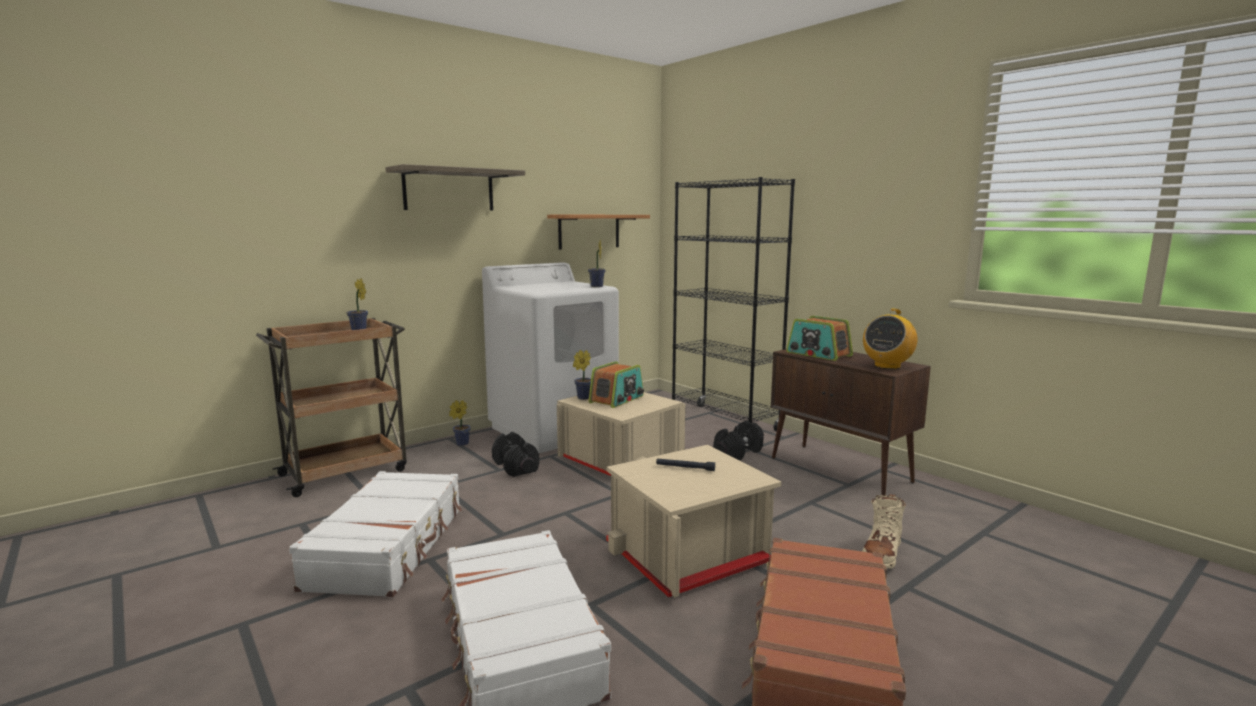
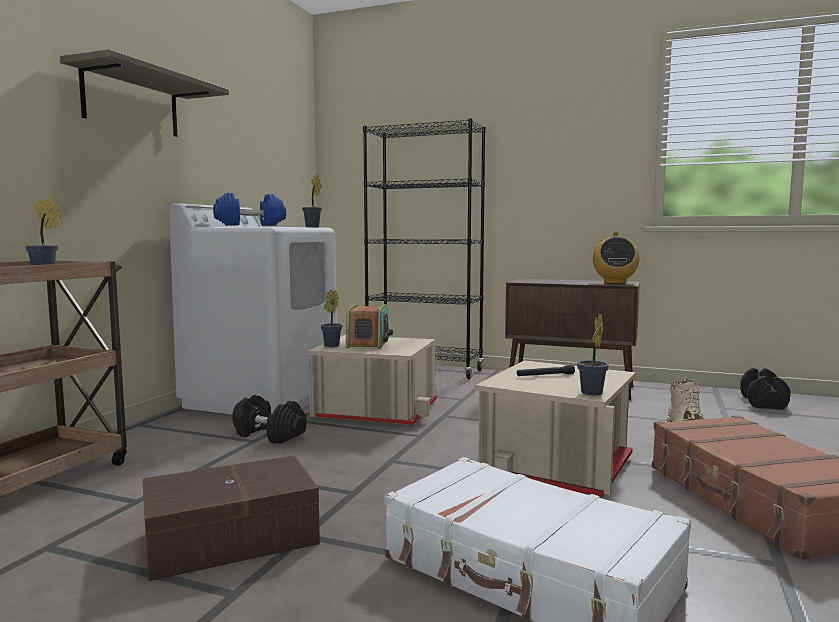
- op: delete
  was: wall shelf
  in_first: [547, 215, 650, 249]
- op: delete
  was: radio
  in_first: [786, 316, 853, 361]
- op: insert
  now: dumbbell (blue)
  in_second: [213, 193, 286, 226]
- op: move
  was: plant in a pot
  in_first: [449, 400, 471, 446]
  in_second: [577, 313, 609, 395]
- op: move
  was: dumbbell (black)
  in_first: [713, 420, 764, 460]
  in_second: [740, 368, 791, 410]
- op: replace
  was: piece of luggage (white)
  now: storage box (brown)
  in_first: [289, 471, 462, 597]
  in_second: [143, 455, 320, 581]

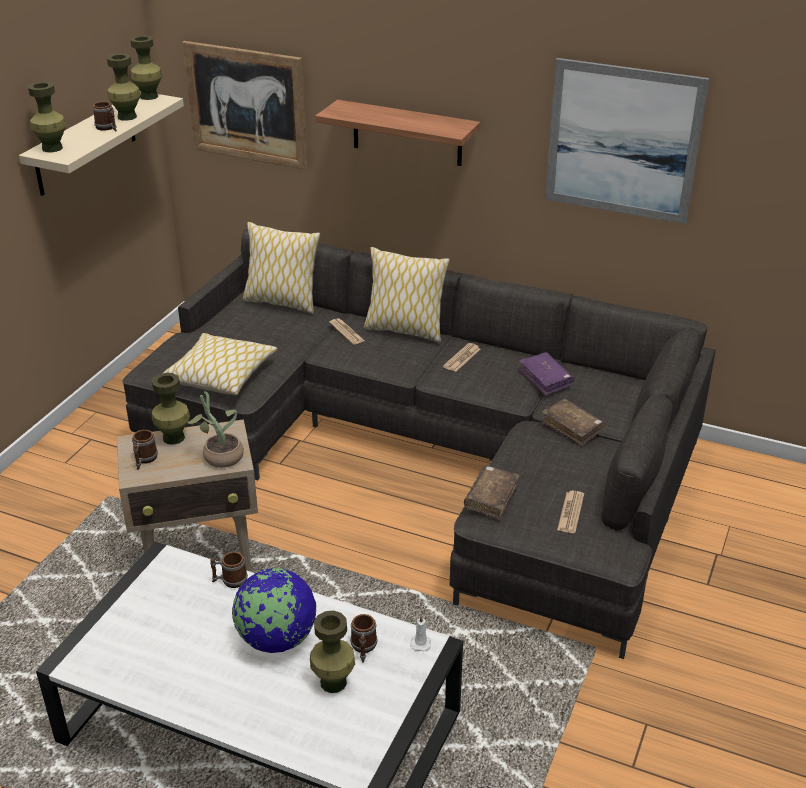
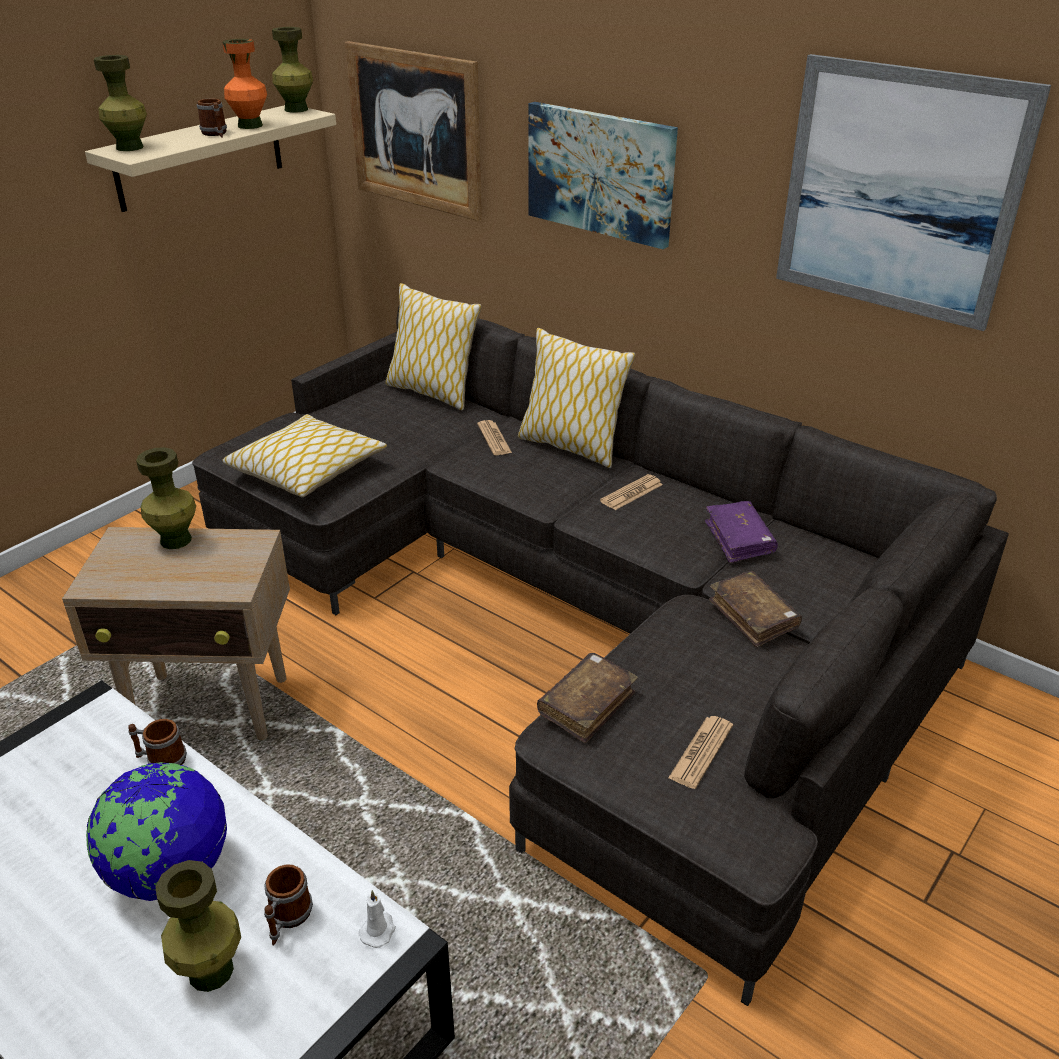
- op: delete
  was: tea mug
  in_first: [132, 430, 158, 470]
- op: delete
  was: plant in a pot
  in_first: [187, 391, 244, 468]
- op: replace
  was: wall shelf
  now: wall picture
  in_first: [315, 100, 480, 166]
  in_second: [528, 102, 678, 249]
- op: recolor
  was: flower vase (green)
  now: flower vase (orange)
  in_first: [107, 54, 141, 121]
  in_second: [222, 39, 267, 129]

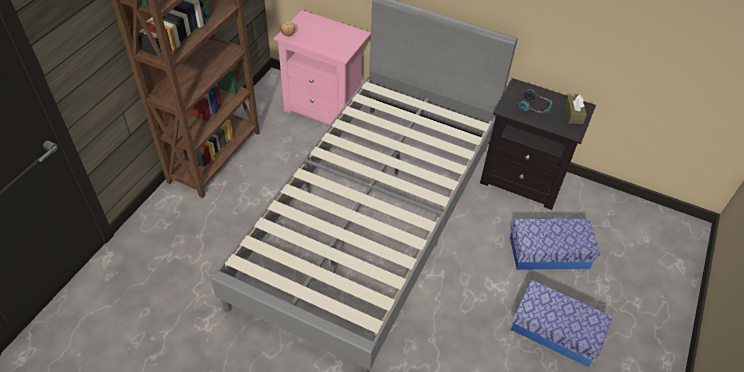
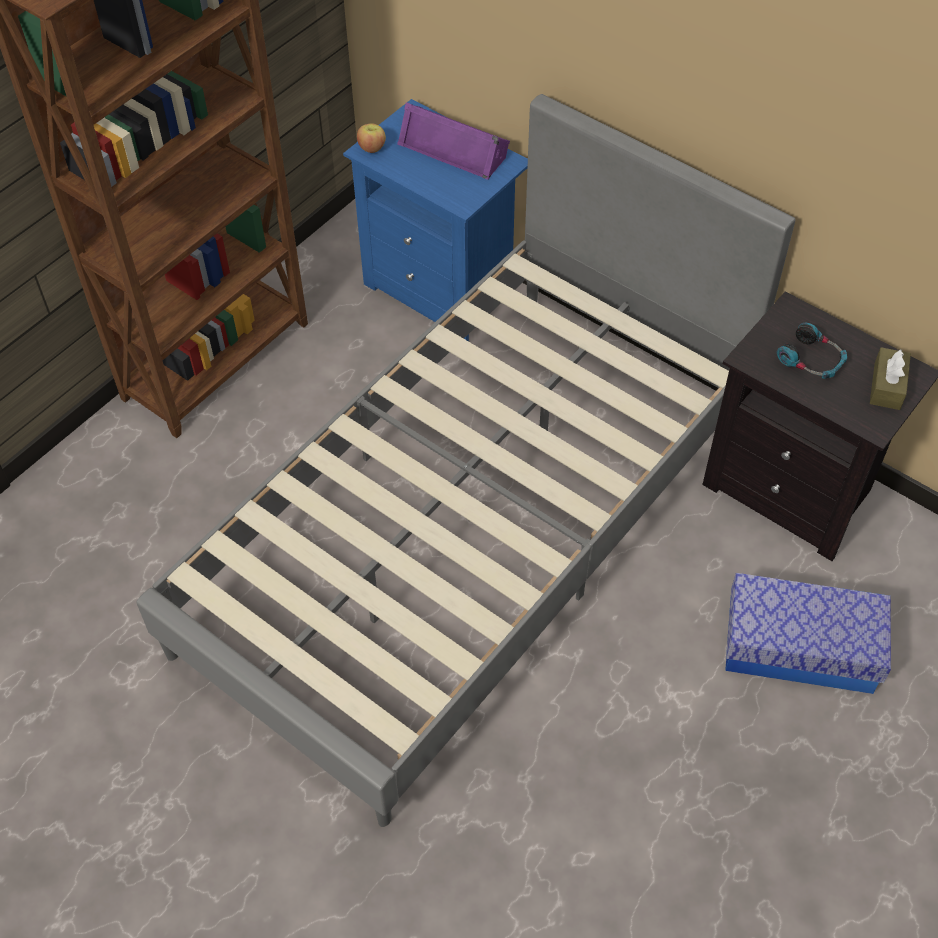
- op: delete
  was: storage box
  in_first: [511, 280, 612, 367]
- op: insert
  now: speaker (purple-coloured)
  in_second: [397, 102, 510, 180]
- op: recolor
  was: bedside table (pink)
  now: bedside table (blue)
  in_first: [274, 10, 371, 133]
  in_second: [343, 99, 528, 341]

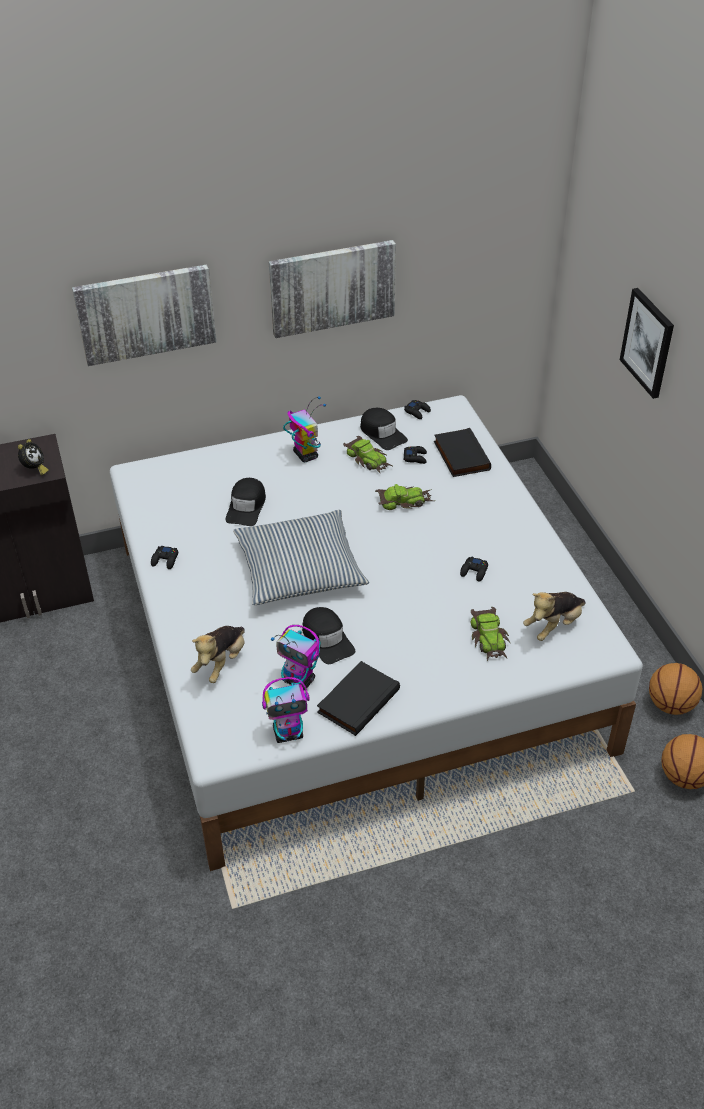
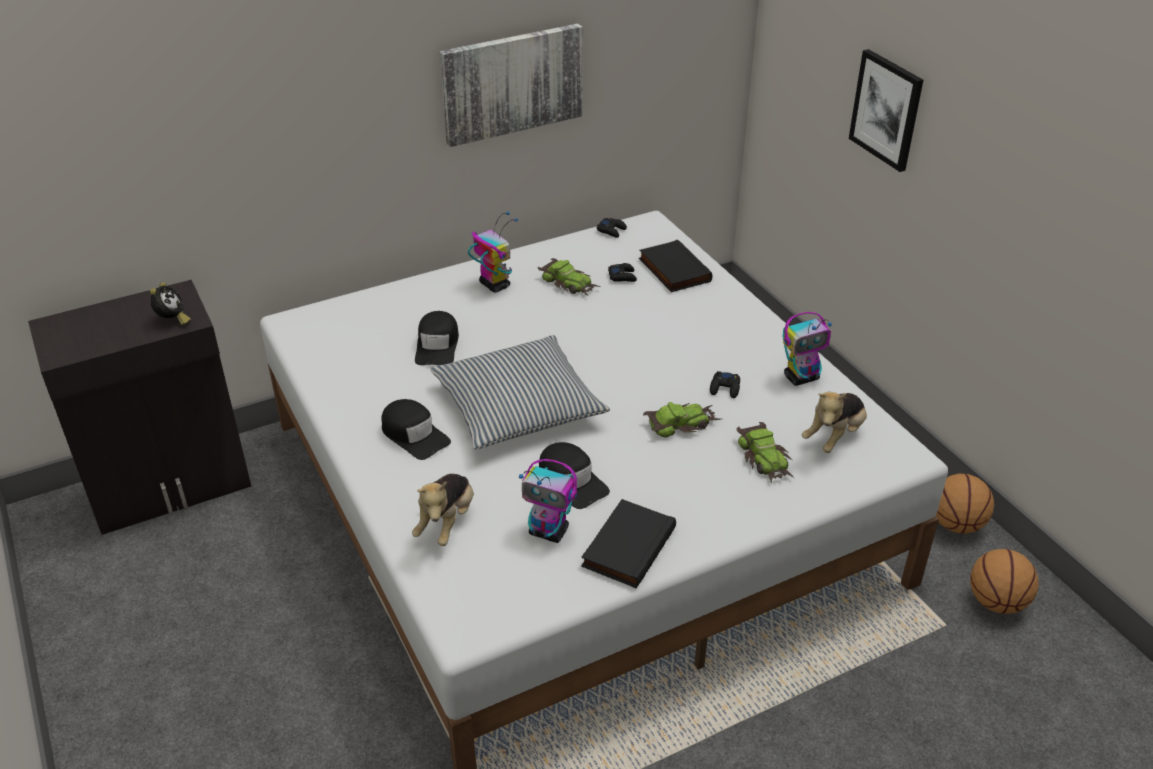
- op: delete
  was: wall picture
  in_first: [72, 264, 217, 366]
- op: delete
  was: game controller (black)
  in_first: [151, 546, 178, 569]
- op: move
  was: model robot
  in_first: [262, 677, 310, 743]
  in_second: [782, 312, 832, 386]
- op: move
  was: cap (black)
  in_first: [360, 408, 408, 450]
  in_second: [381, 399, 451, 460]
- op: move
  was: model car
  in_first: [375, 484, 434, 510]
  in_second: [643, 402, 721, 437]

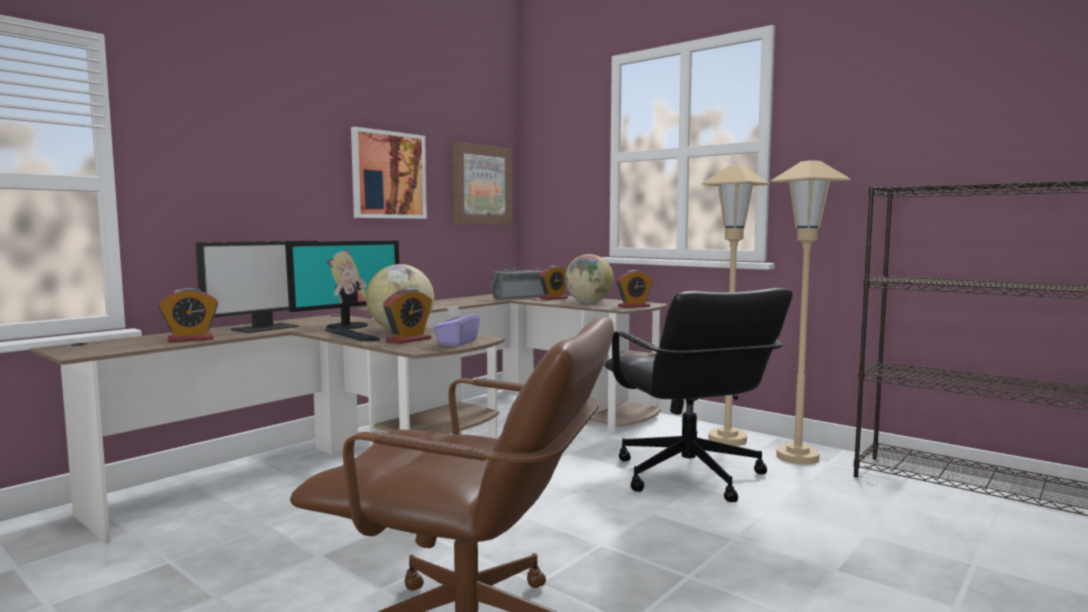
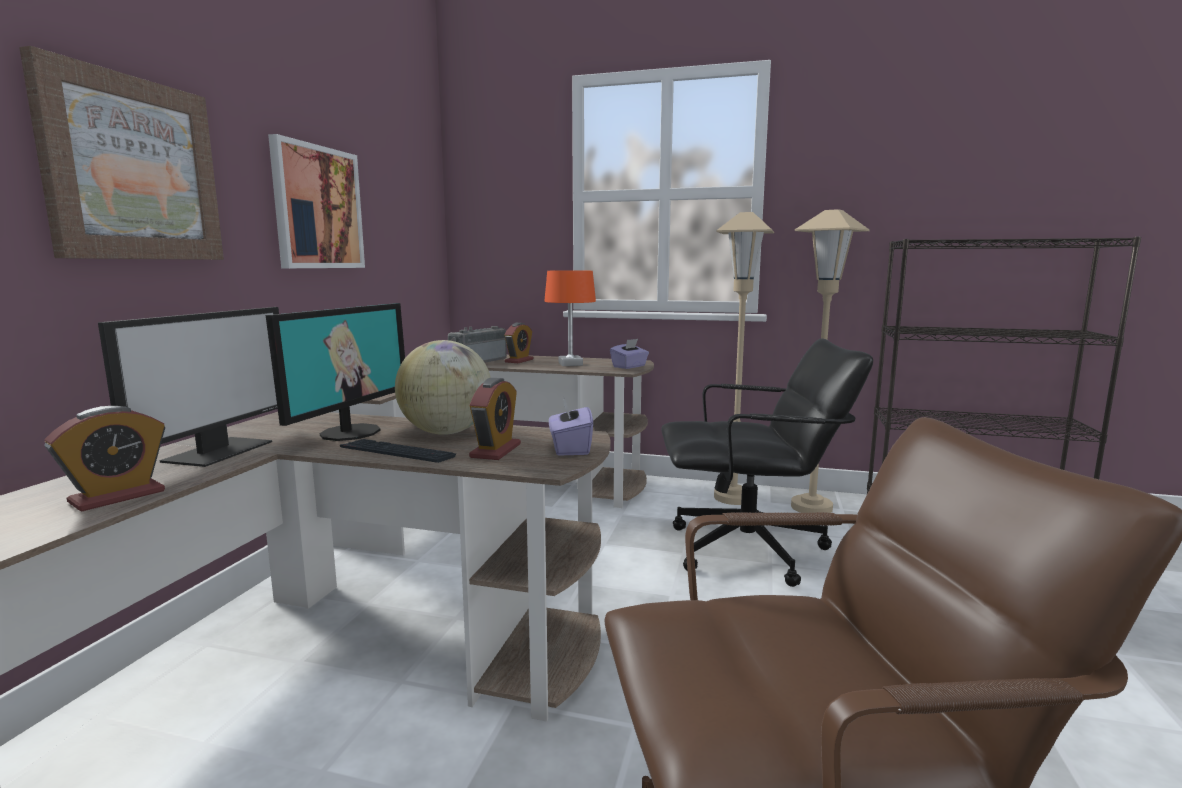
- op: move
  was: wall picture
  in_first: [452, 142, 513, 225]
  in_second: [19, 46, 224, 260]
- op: replace
  was: desk globe
  now: lamp for a table (orange)
  in_first: [565, 254, 614, 303]
  in_second: [544, 270, 596, 366]
- op: replace
  was: alarm clock
  now: tissue holder (purple-coloured)
  in_first: [616, 270, 653, 308]
  in_second: [610, 339, 649, 369]
- op: rotate
  was: computer chair (black)
  in_first: [604, 288, 793, 502]
  in_second: [661, 339, 873, 587]
  clockwise: -45

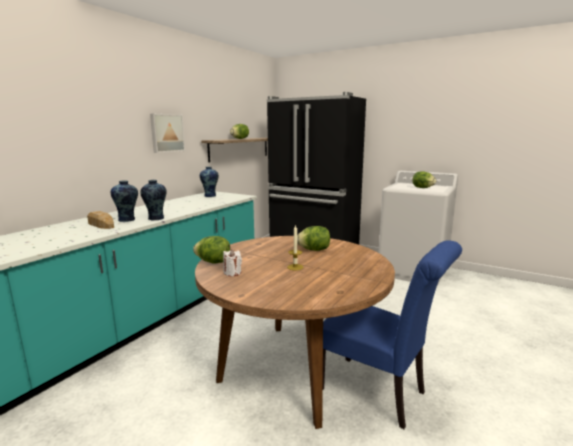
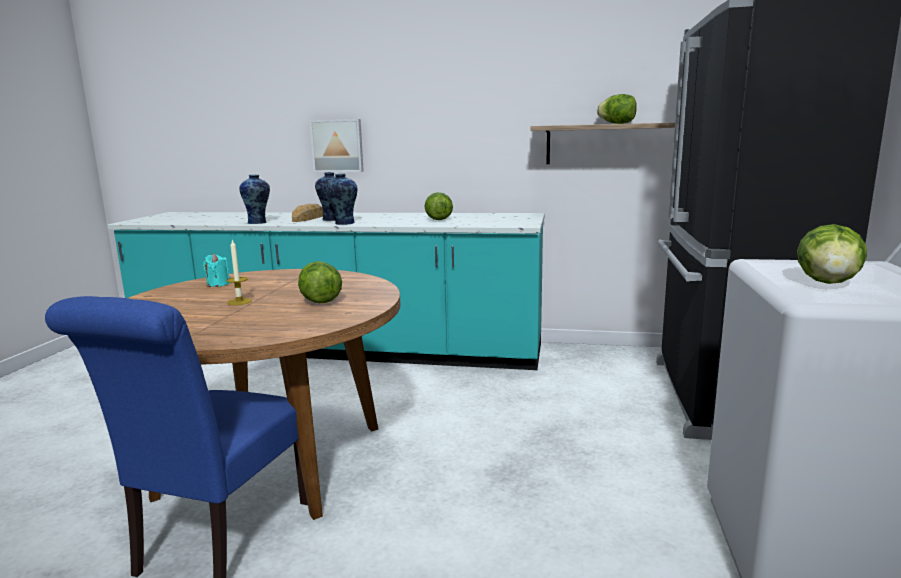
- op: move
  was: wall picture
  in_first: [150, 114, 185, 153]
  in_second: [309, 119, 364, 172]
- op: move
  was: lettuce
  in_first: [193, 236, 230, 263]
  in_second: [424, 192, 453, 220]
- op: move
  was: flower vase
  in_first: [200, 167, 219, 197]
  in_second: [239, 175, 270, 224]
- op: recolor
  was: wax candle (white)
  now: wax candle (turquoise)
  in_first: [223, 249, 242, 276]
  in_second: [203, 254, 230, 287]

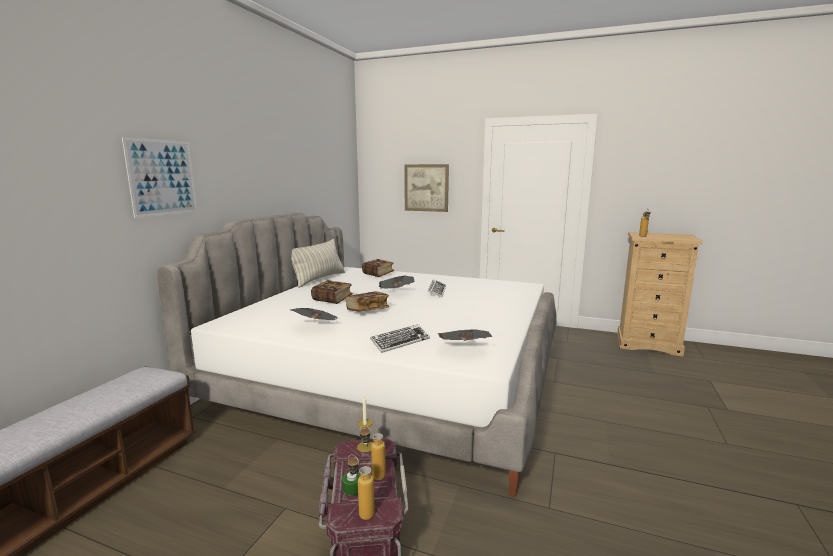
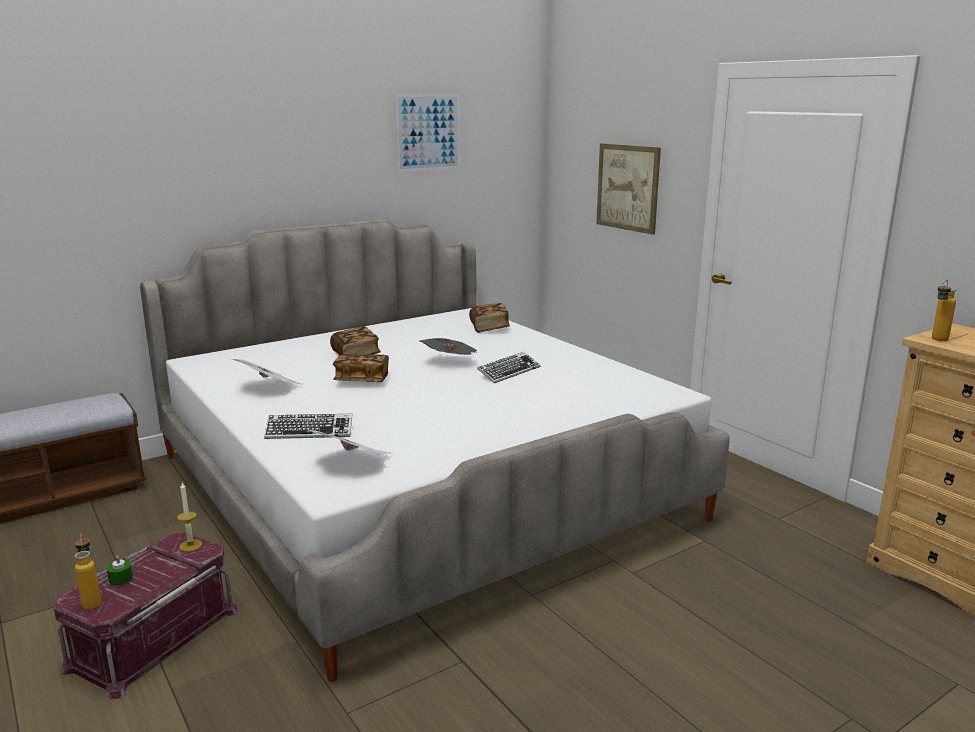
- op: delete
  was: throw pillow
  in_first: [291, 239, 345, 288]
- op: delete
  was: bottle
  in_first: [359, 426, 386, 480]
- op: move
  was: wall picture
  in_first: [122, 137, 197, 218]
  in_second: [395, 94, 460, 172]

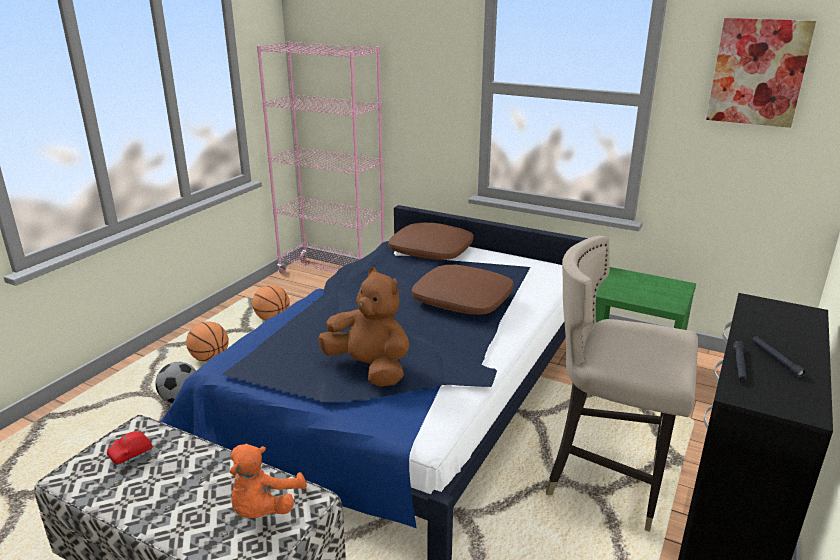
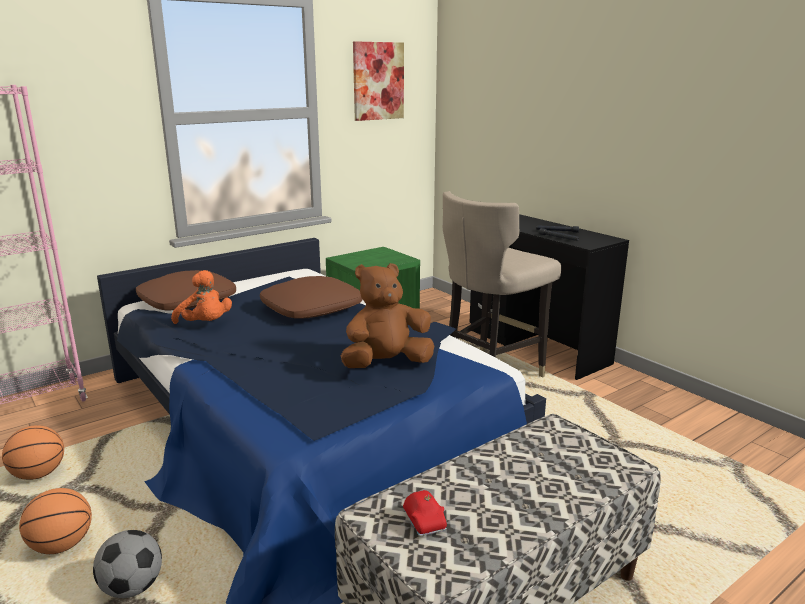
- op: move
  was: plush toy (orange)
  in_first: [230, 444, 307, 518]
  in_second: [171, 270, 232, 324]

